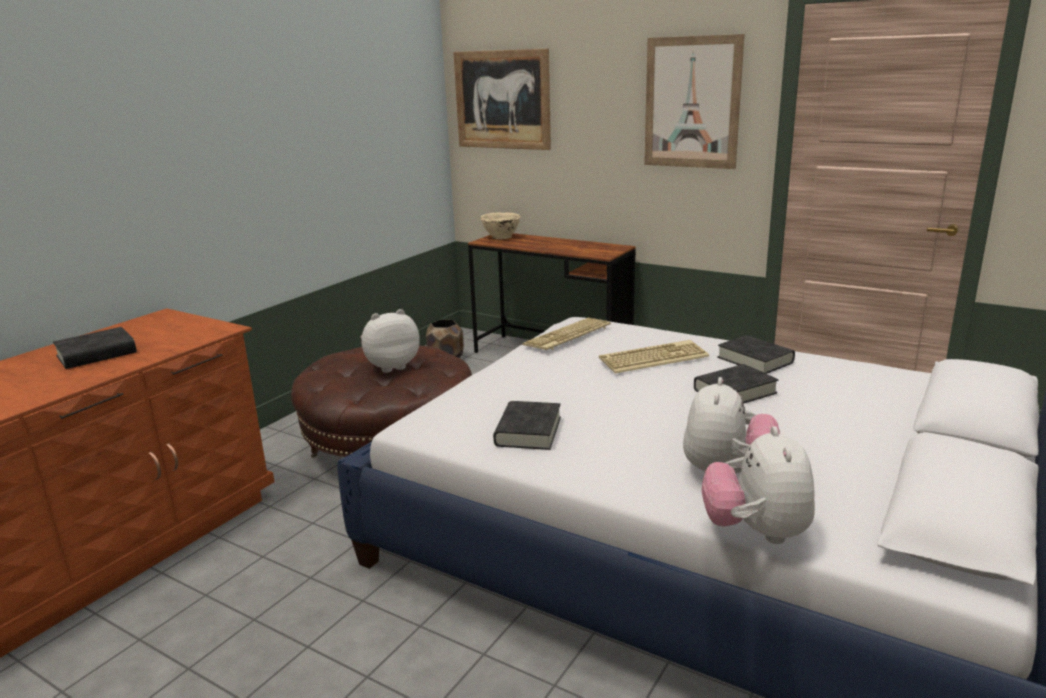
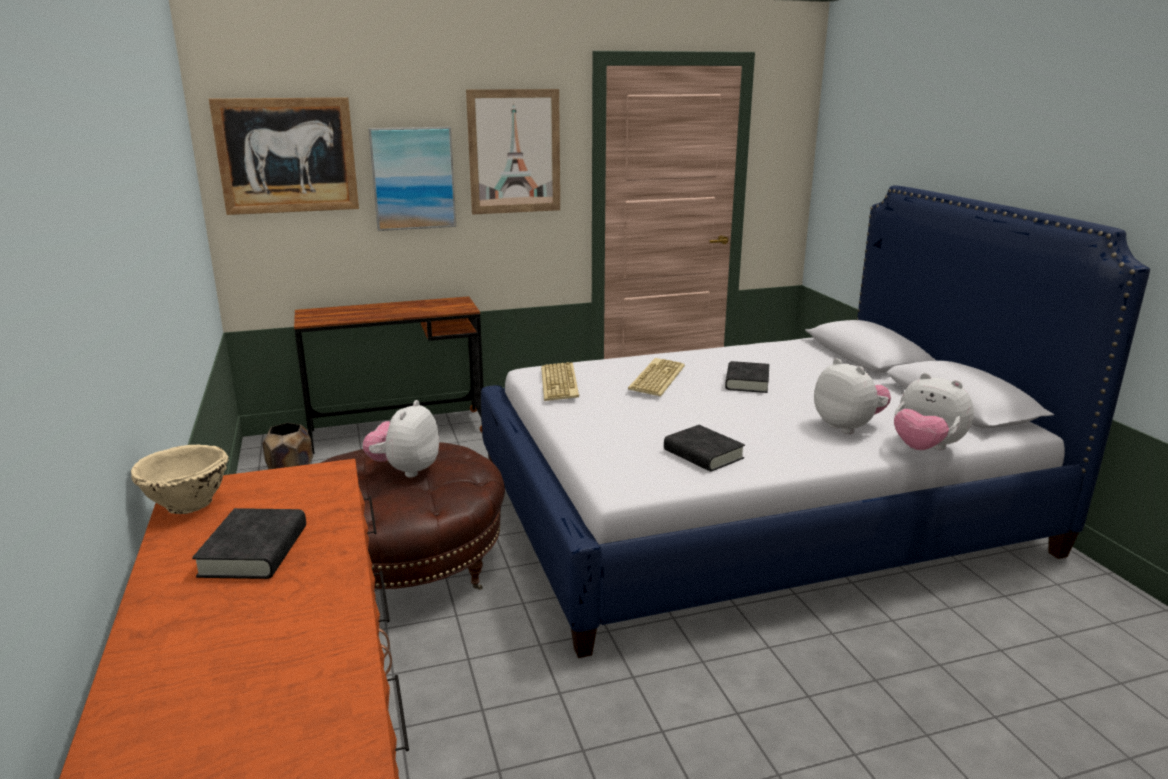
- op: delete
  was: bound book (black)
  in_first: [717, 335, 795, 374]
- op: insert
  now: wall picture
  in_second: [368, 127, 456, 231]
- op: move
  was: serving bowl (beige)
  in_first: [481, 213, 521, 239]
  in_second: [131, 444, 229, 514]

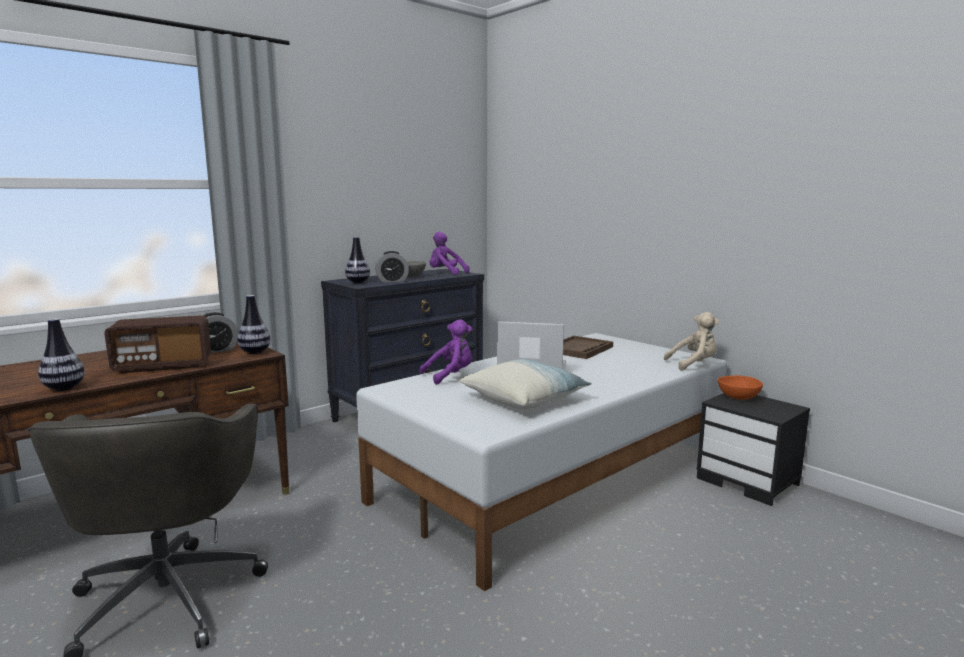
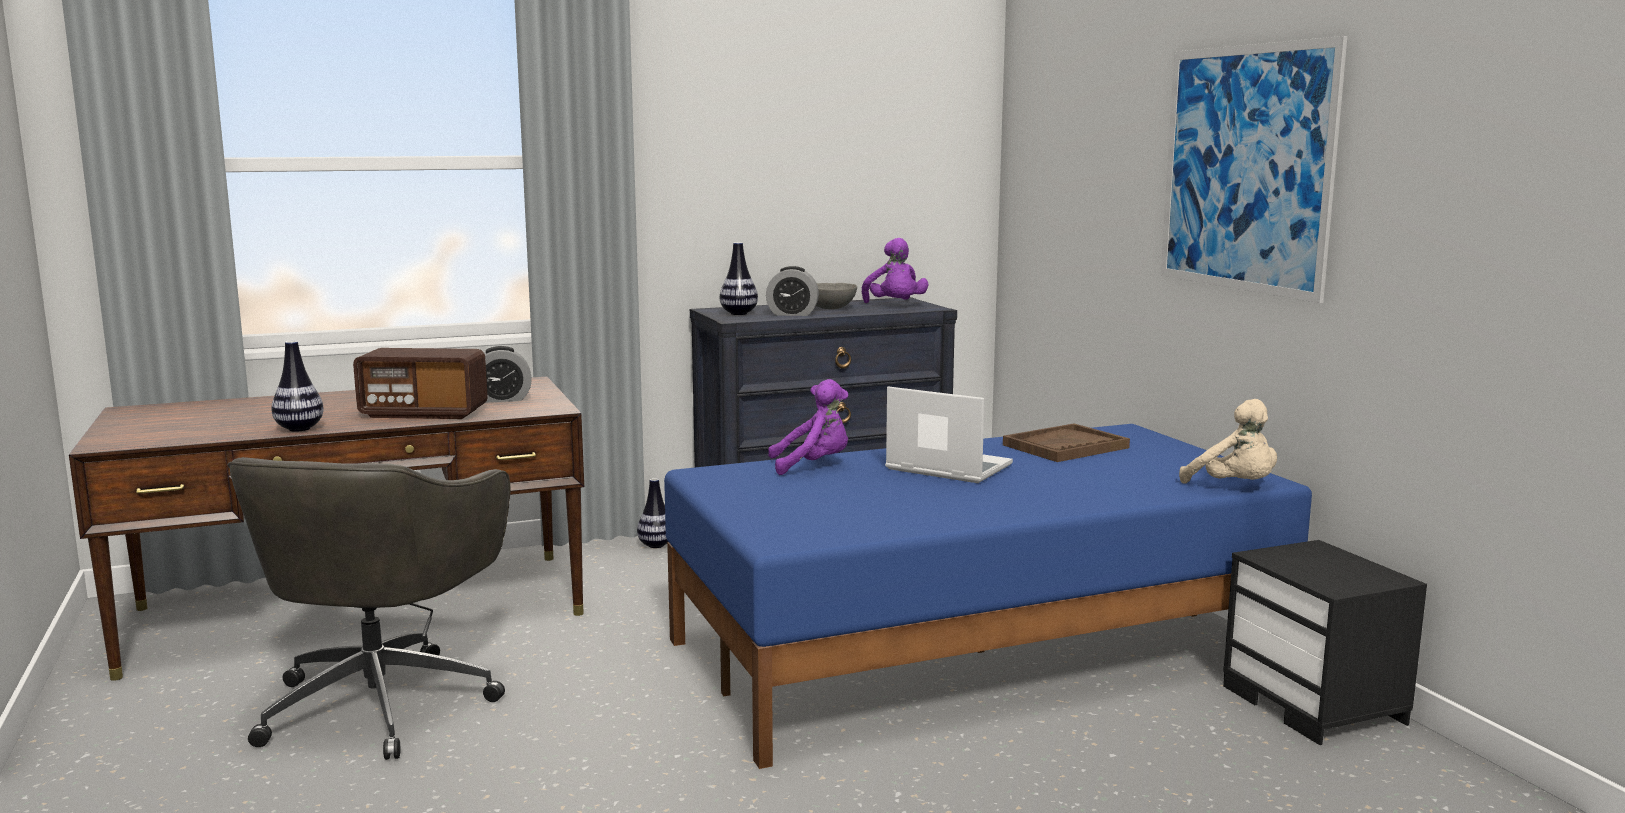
- op: delete
  was: throw pillow
  in_first: [459, 359, 592, 409]
- op: delete
  was: serving bowl (orange)
  in_first: [718, 375, 763, 400]
- op: insert
  now: wall picture
  in_second: [1161, 36, 1347, 303]
- op: move
  was: flower vase
  in_first: [237, 295, 271, 354]
  in_second: [637, 478, 668, 548]
- op: recolor
  was: sleeping bed (white)
  now: sleeping bed (blue)
  in_first: [356, 333, 727, 591]
  in_second: [664, 424, 1312, 769]
- op: rotate
  was: plush toy (purple-coloured)
  in_first: [430, 232, 469, 275]
  in_second: [862, 238, 929, 303]
  clockwise: -150
- op: rotate
  was: plush toy (beige)
  in_first: [664, 312, 719, 371]
  in_second: [1179, 399, 1277, 484]
  clockwise: 45

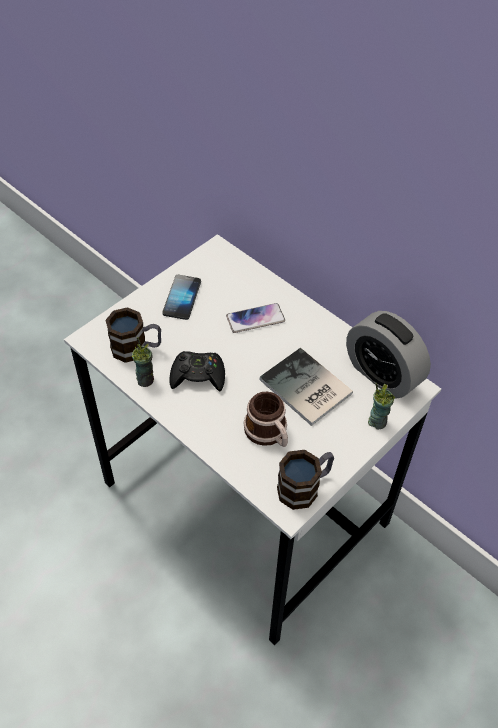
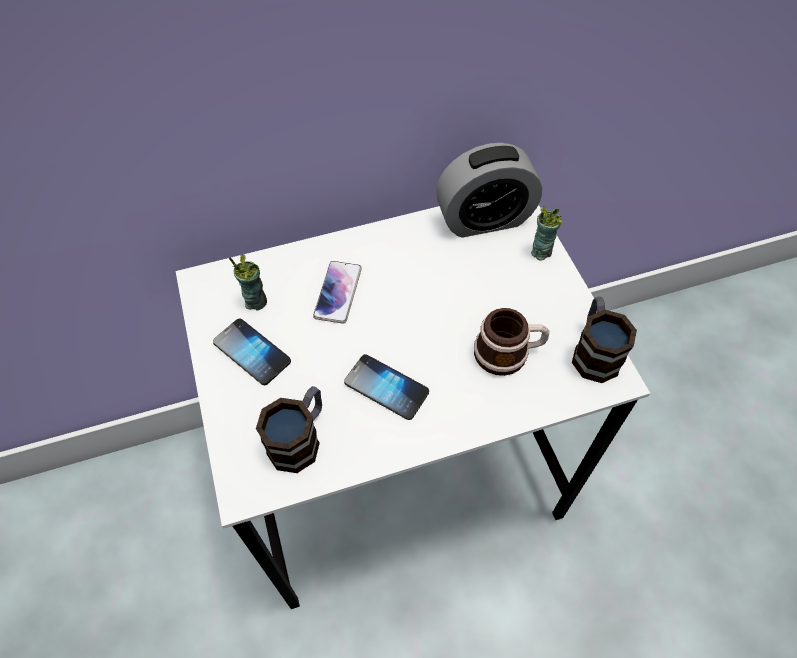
- op: delete
  was: bound book
  in_first: [260, 348, 353, 426]
- op: move
  was: drinking cup
  in_first: [131, 337, 154, 387]
  in_second: [229, 255, 267, 310]
- op: replace
  was: game controller (black)
  now: telephone
  in_first: [169, 351, 225, 391]
  in_second: [344, 354, 429, 420]

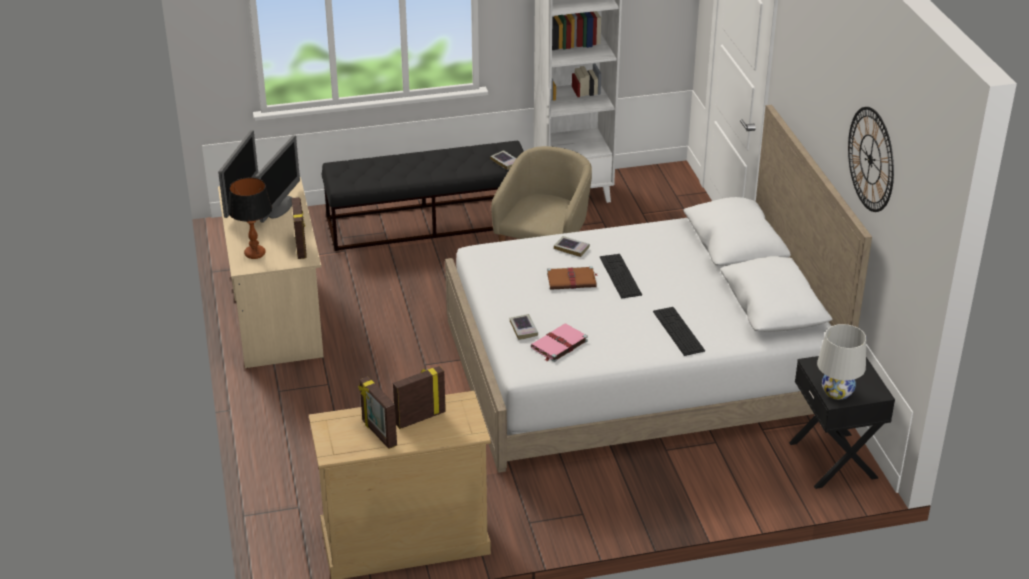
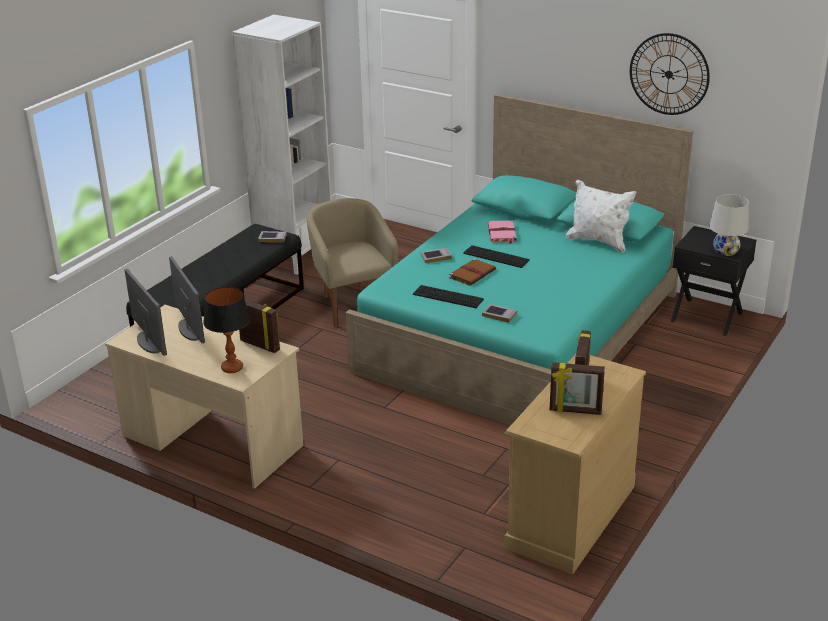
- op: insert
  now: throw pillow (white)
  in_second: [566, 179, 636, 253]
- op: move
  was: bound book (pink)
  in_first: [531, 324, 588, 362]
  in_second: [488, 220, 517, 244]
- op: move
  was: keyboard
  in_first: [653, 307, 705, 356]
  in_second: [413, 285, 484, 308]
- op: recolor
  was: sleeping bed (white)
  now: sleeping bed (turquoise)
  in_first: [445, 105, 872, 473]
  in_second: [345, 94, 693, 426]

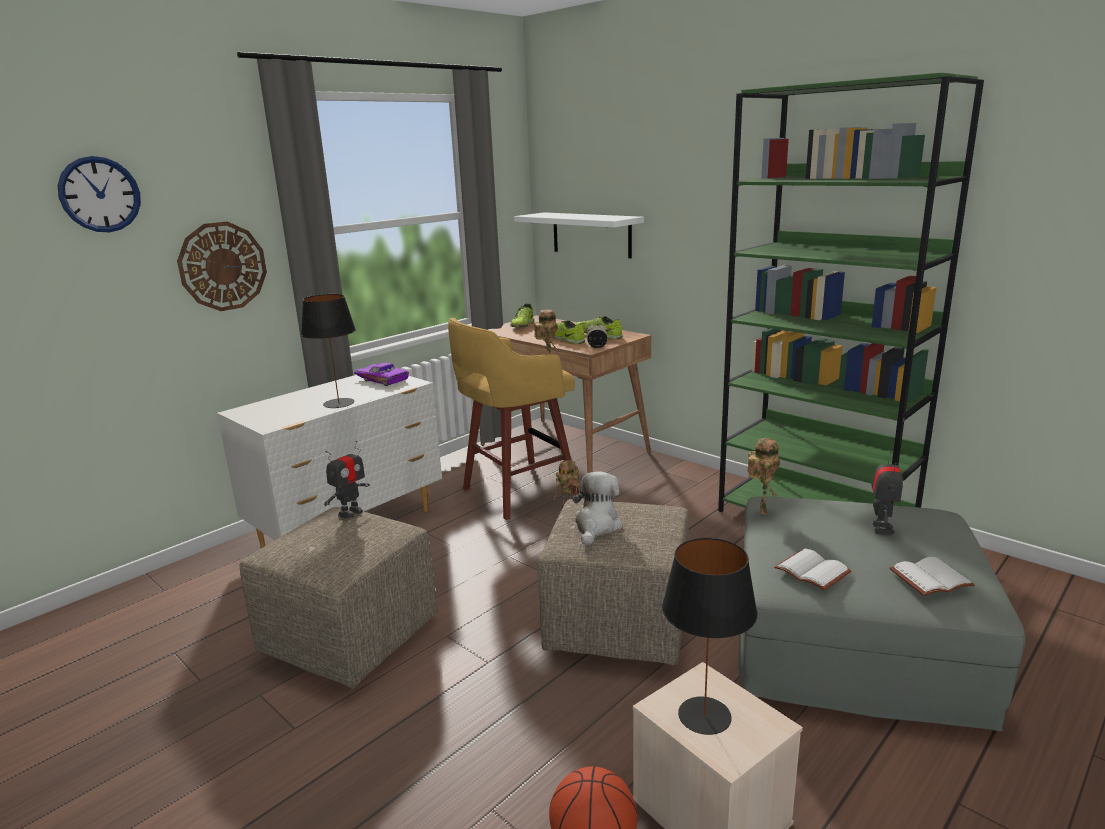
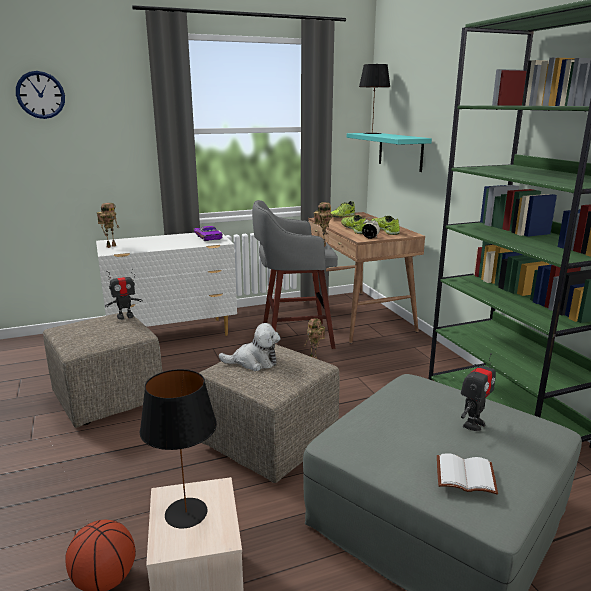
- op: delete
  was: clock on the wall
  in_first: [177, 221, 267, 311]
- op: delete
  was: bound book (white)
  in_first: [774, 549, 852, 590]
- op: move
  was: lamp for a table (black)
  in_first: [301, 294, 356, 408]
  in_second: [359, 64, 390, 134]
- op: move
  was: model robot
  in_first: [747, 438, 781, 515]
  in_second: [97, 203, 119, 248]
- op: recolor
  was: sitting stool (yellow)
  now: sitting stool (grey)
  in_first: [448, 318, 579, 520]
  in_second: [252, 200, 338, 349]
- op: recolor
  was: wall shelf (white)
  now: wall shelf (turquoise)
  in_first: [514, 212, 644, 258]
  in_second: [347, 133, 432, 172]
- op: rotate
  was: plush toy
  in_first: [572, 471, 622, 546]
  in_second: [219, 323, 280, 371]
  clockwise: 45

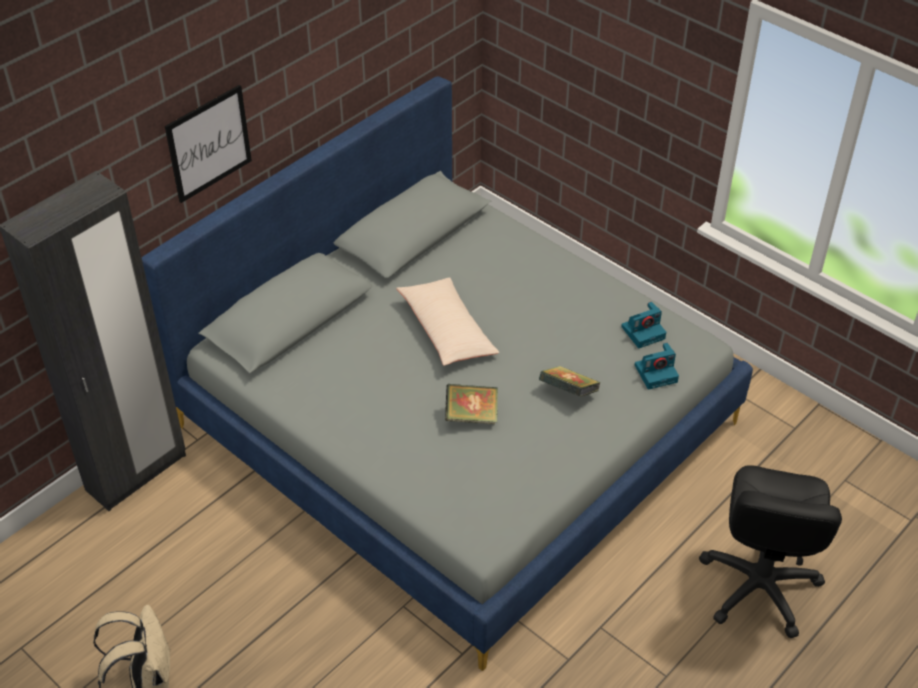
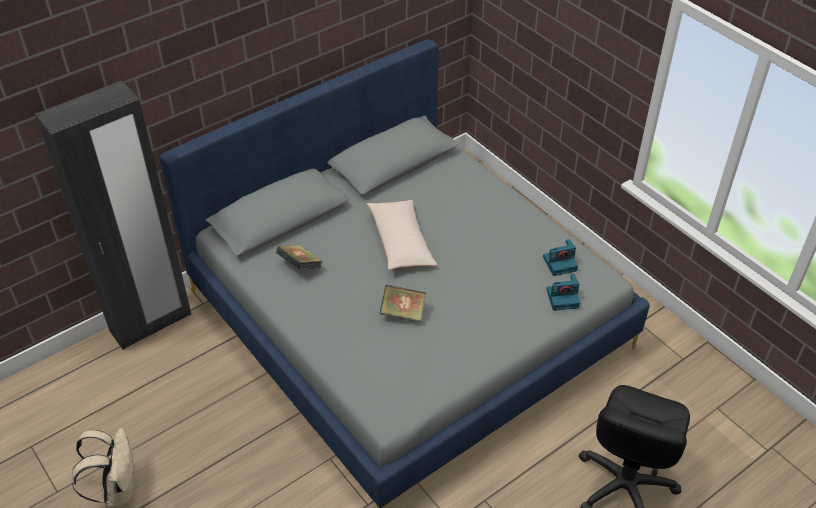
- op: delete
  was: wall picture
  in_first: [165, 85, 252, 203]
- op: move
  was: bound book
  in_first: [539, 366, 601, 397]
  in_second: [276, 245, 323, 270]

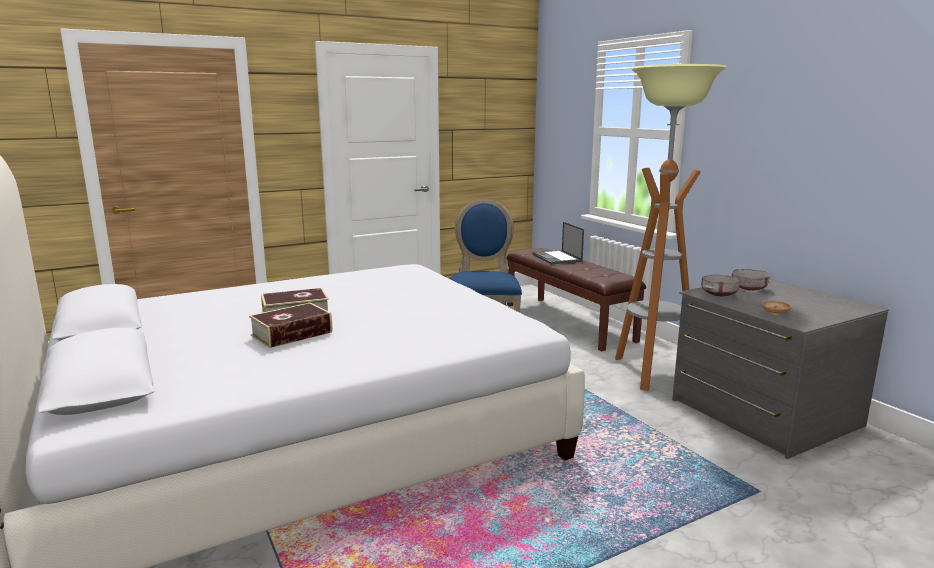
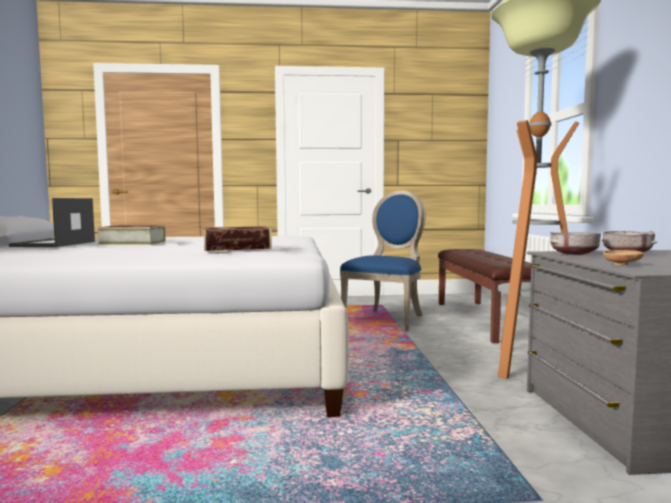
- op: move
  was: bound book
  in_first: [249, 302, 332, 348]
  in_second: [203, 226, 272, 251]
- op: move
  was: notebook computer
  in_first: [532, 222, 584, 264]
  in_second: [9, 198, 95, 247]

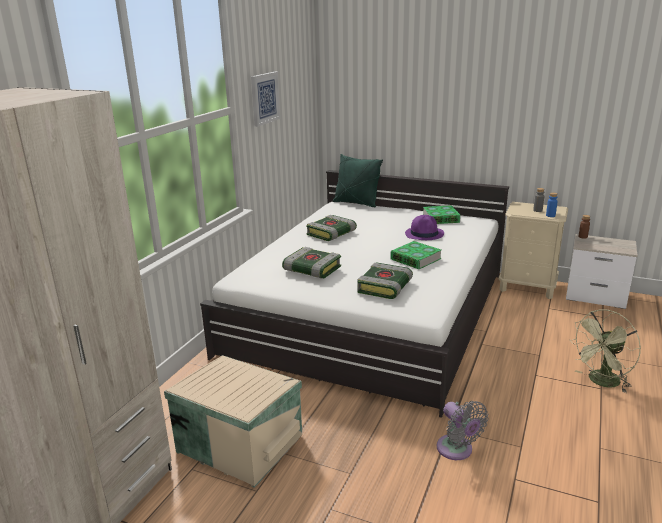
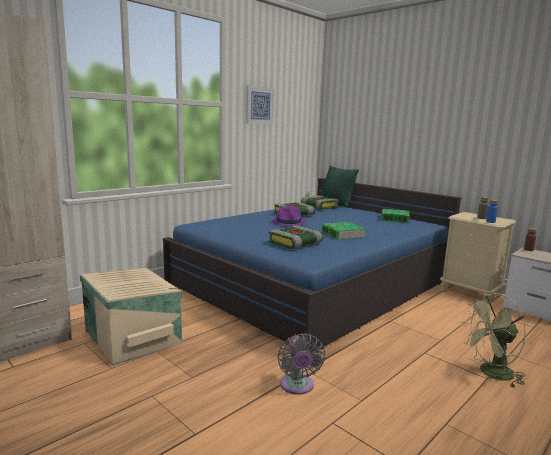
- op: move
  was: bound book
  in_first: [282, 247, 341, 278]
  in_second: [301, 196, 339, 210]
- op: move
  was: clothing hat (purple-coloured)
  in_first: [405, 215, 444, 240]
  in_second: [272, 205, 306, 226]
- op: recolor
  was: sleeping bed (white)
  now: sleeping bed (blue)
  in_first: [200, 170, 509, 418]
  in_second: [163, 178, 462, 352]

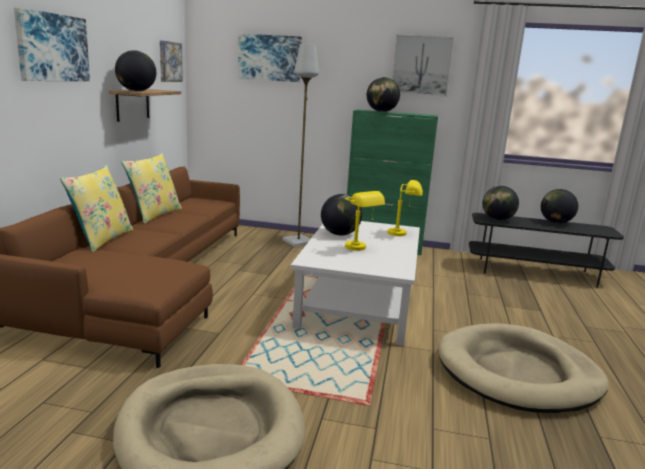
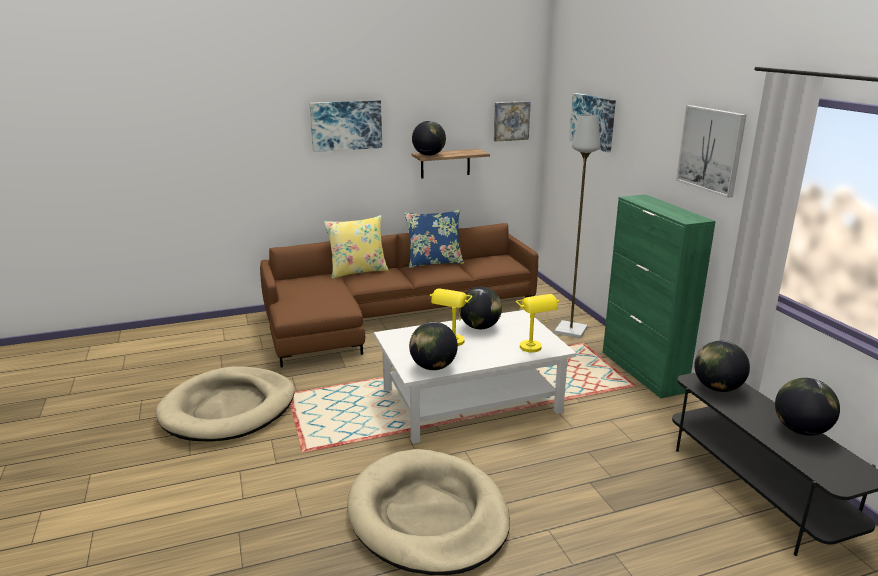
- op: move
  was: desk globe
  in_first: [367, 77, 400, 112]
  in_second: [409, 322, 458, 370]
- op: recolor
  was: throw pillow (yellow)
  now: throw pillow (blue)
  in_first: [121, 153, 182, 224]
  in_second: [404, 209, 464, 268]

